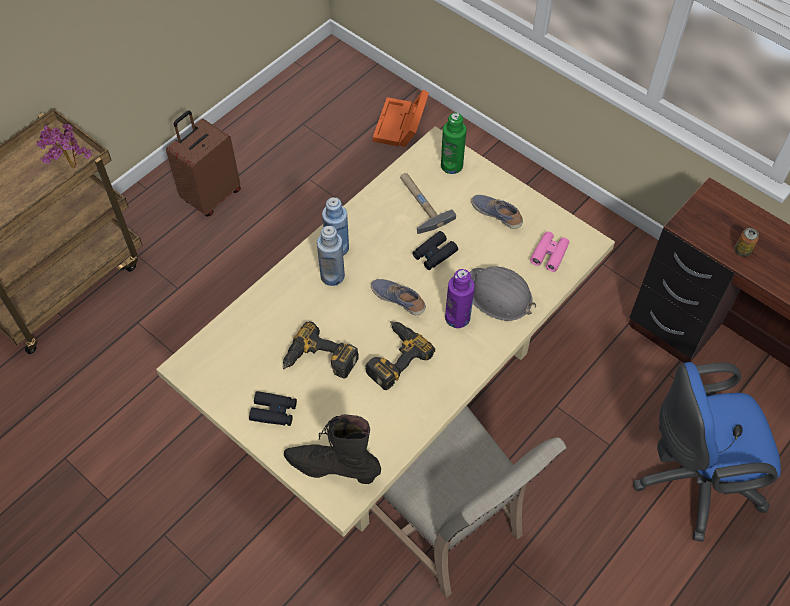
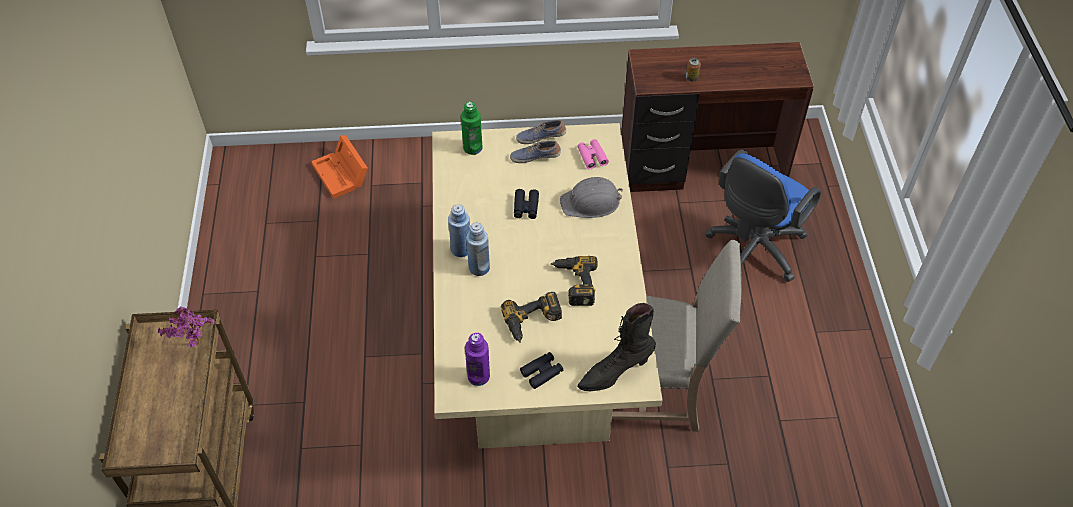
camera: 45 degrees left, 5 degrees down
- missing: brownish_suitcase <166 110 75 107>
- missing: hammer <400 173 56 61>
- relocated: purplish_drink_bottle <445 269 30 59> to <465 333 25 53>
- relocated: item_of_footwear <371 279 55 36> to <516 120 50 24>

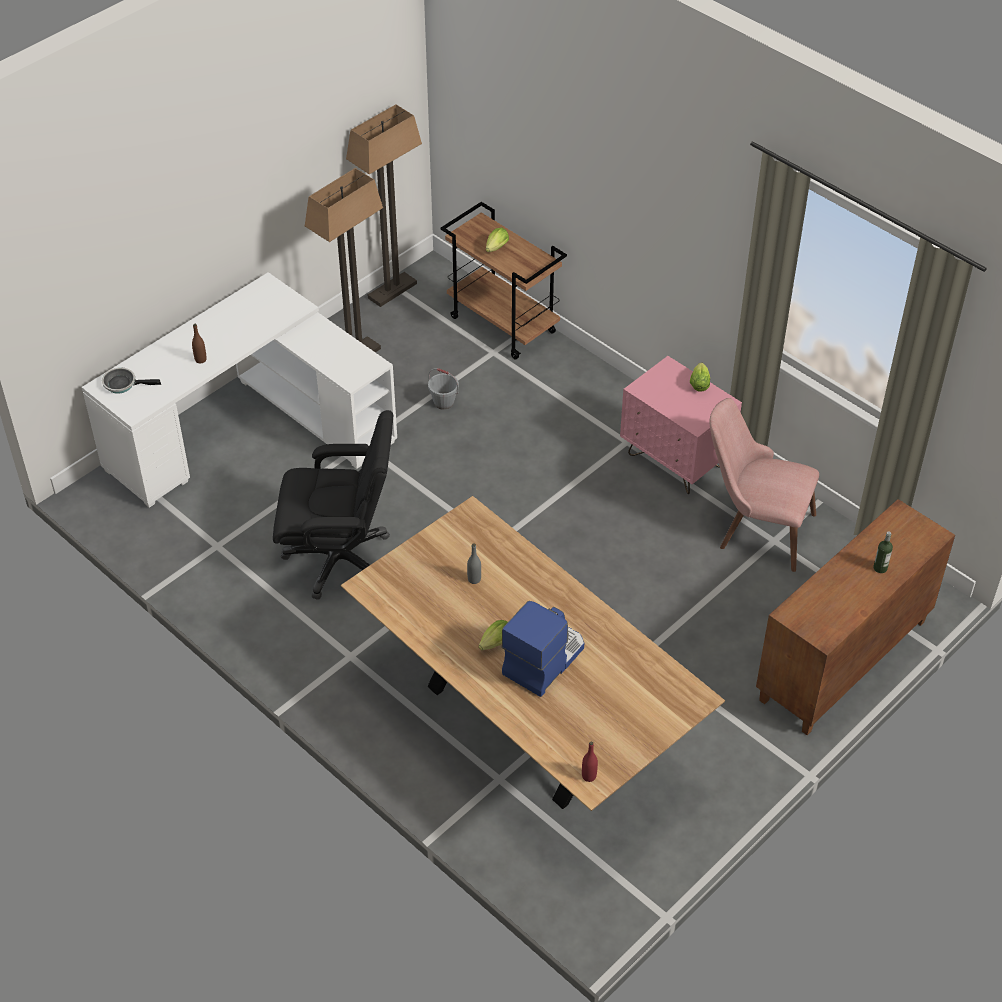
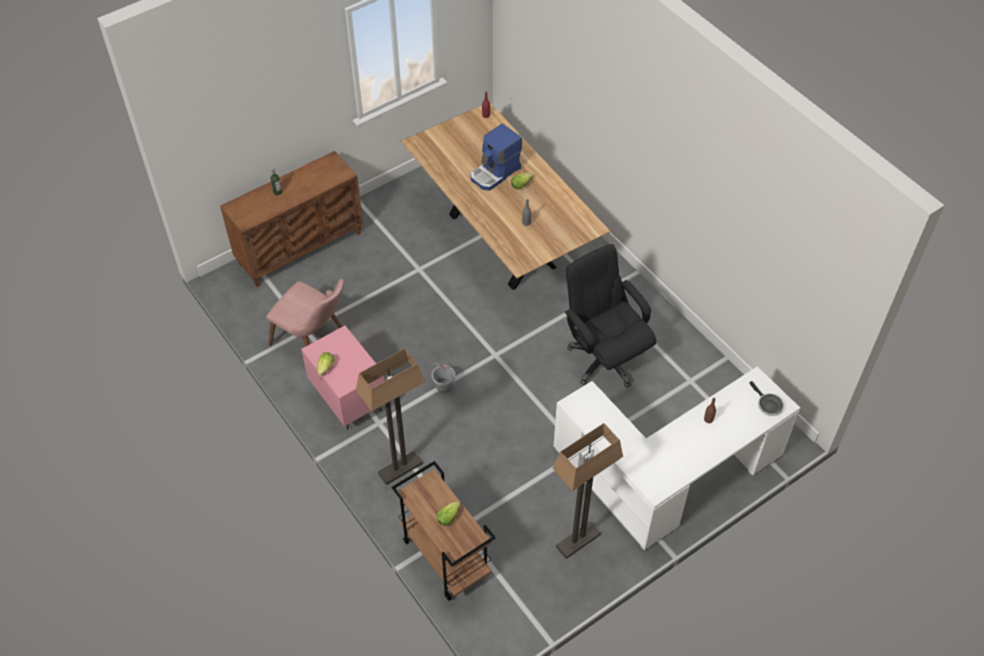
camera: 170 degrees left, 5 degrees up
- relocated: standing_lamp <346 104 76 203> to <356 348 69 137>
- spun: frying_pan <102 367 59 27> = <749 381 35 35> 45 degrees clockwise
- relocated: grey_bucket <428 368 31 42> to <432 363 23 29>
- spun: black_computer_chair <273 410 120 190> = <565 244 91 144> 45 degrees clockwise

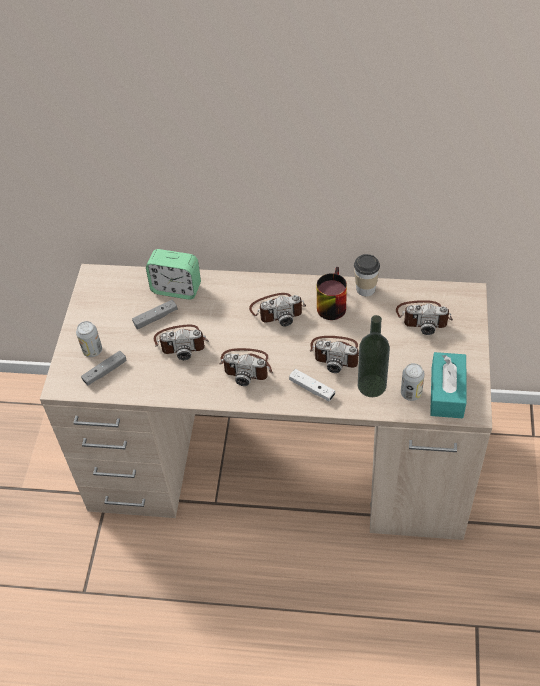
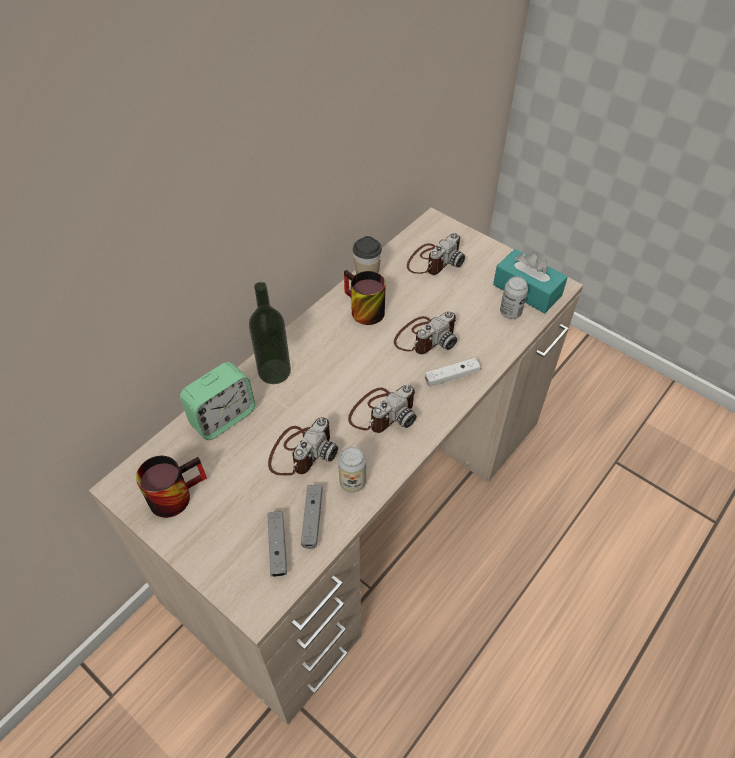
camera: 60 degrees left, 0 degrees up
- missing: still_camera <249 293 57 33>
- relocated: grey_game_controller <132 300 46 29> to <301 485 22 64>
- relocated: drink_bottle <358 315 32 82> to <249 282 42 102>
- relocated: sealed_can <76 321 26 36> to <338 447 28 45>
- appeared: tea_mug <136 456 71 62>

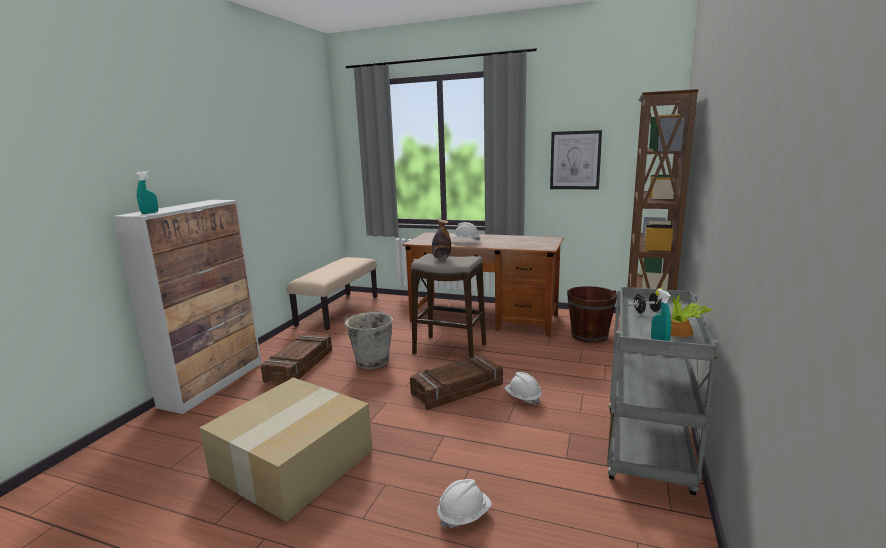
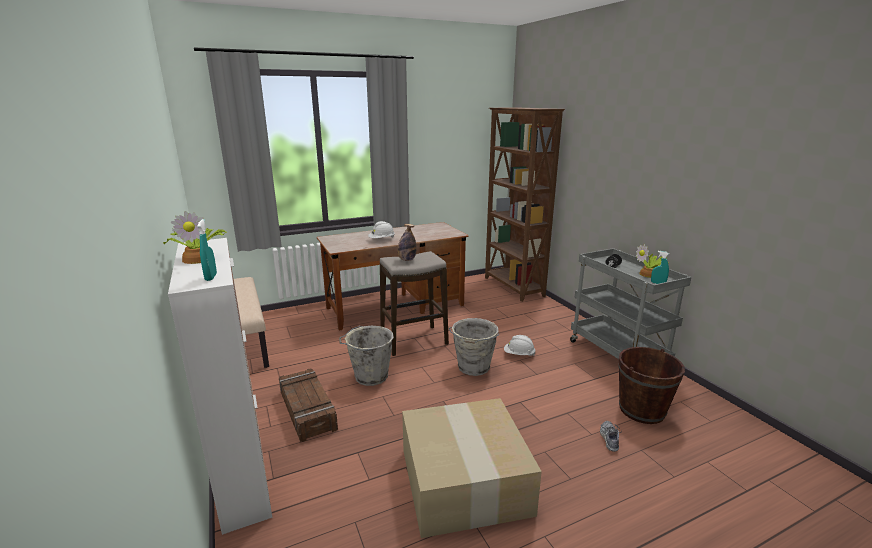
camera: 45 degrees left, 5 degrees up
- missing: wall_art <550 130 52 59>
- relocated: brownish_bucket <567 286 50 57> to <619 347 66 77>
- exchanged: crate <410 355 93 55> to grey_bucket <449 318 50 58>
- exchanged: white_safety_helmet <437 479 55 51> to item_of_footwear <600 421 22 31>
- appeared: plant_in_a_pot <163 211 64 53>

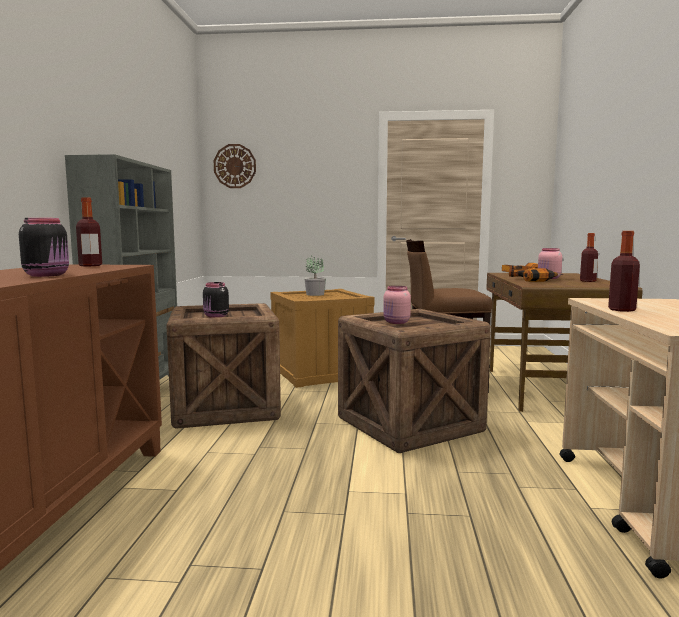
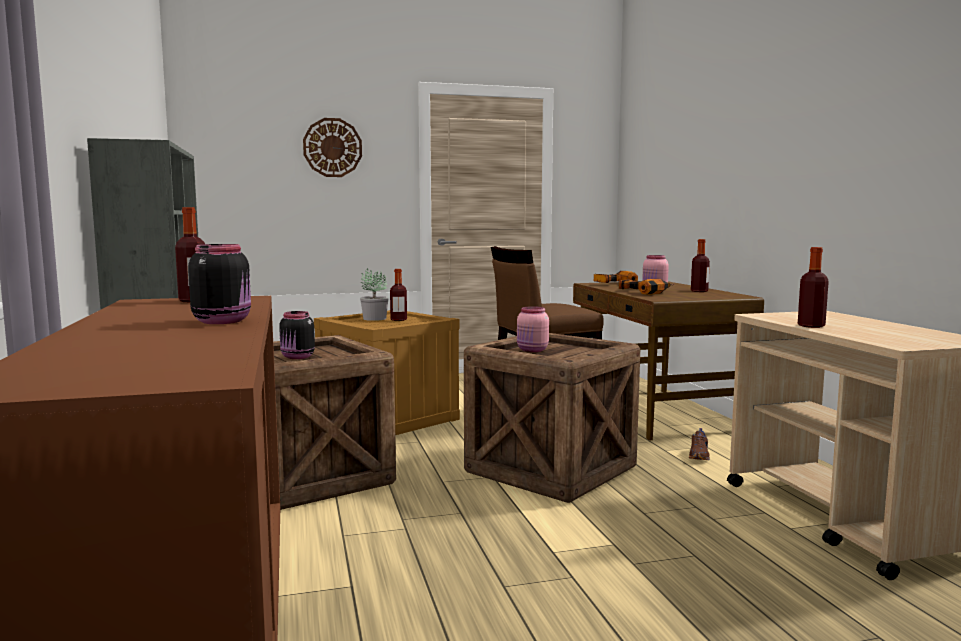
camera: 20 degrees left, 0 degrees up
- relocated: clock_on_the_wall <214 144 42 44> to <303 118 59 59>
- appeared: drink_bottle <390 269 17 52>
- appeared: brownish_item_of_footwear <689 428 21 32>

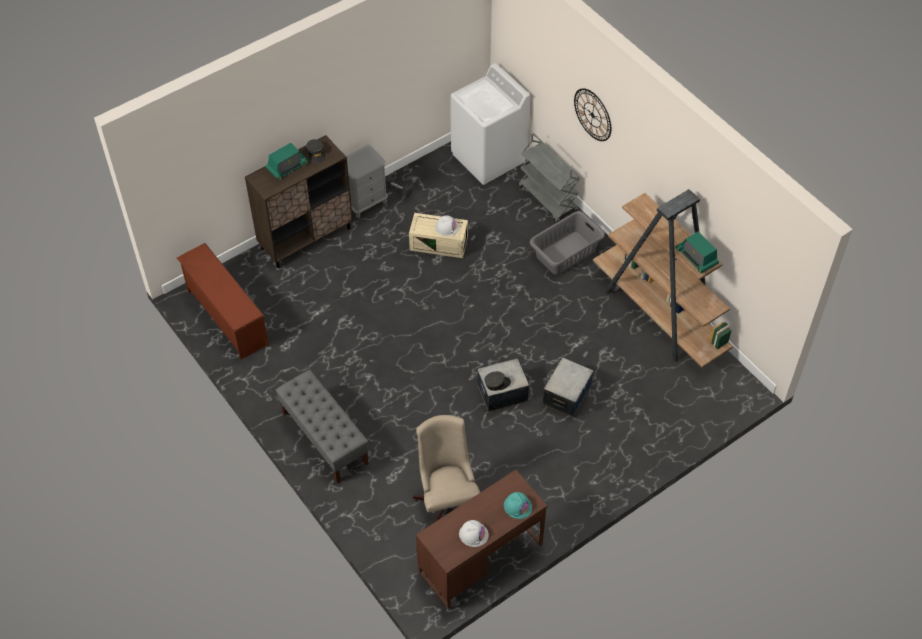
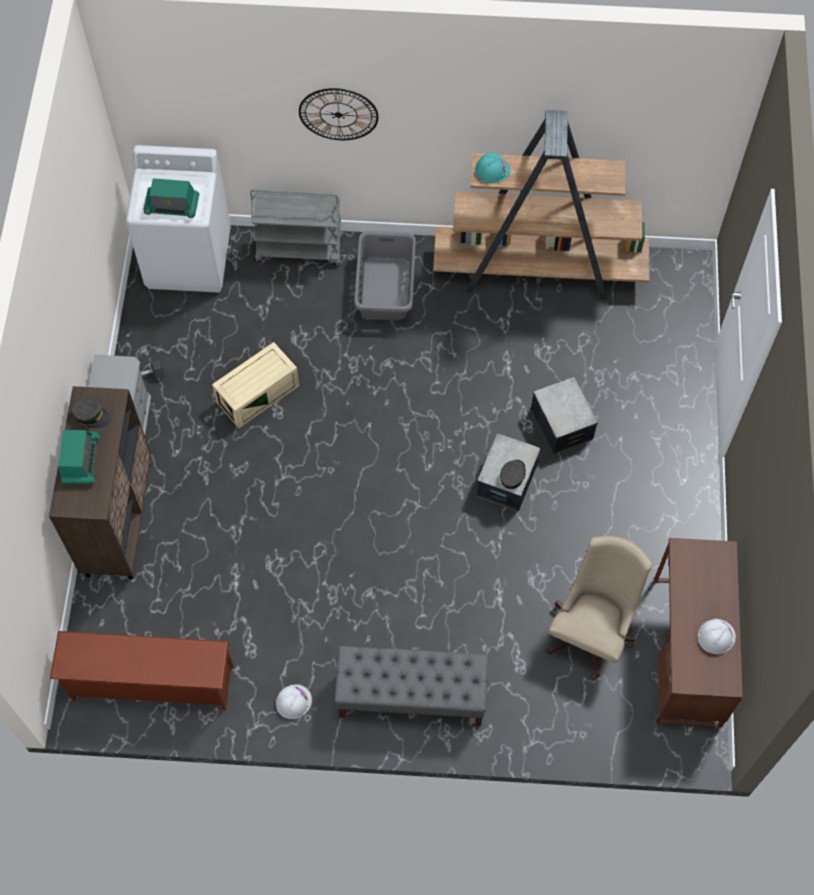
camera: 50 degrees left, 10 degrees up
- relocated: white_safety_helmet <435 215 25 21> to <276 685 36 34>
- relocated: radio <676 232 43 41> to <143 178 56 40>
- spun: beige_computer_chair <413 415 67 107> = <546 536 106 144> 90 degrees clockwise
- relocated: turquoise-coloured_safety_helmet <504 492 28 27> to <475 153 35 30>

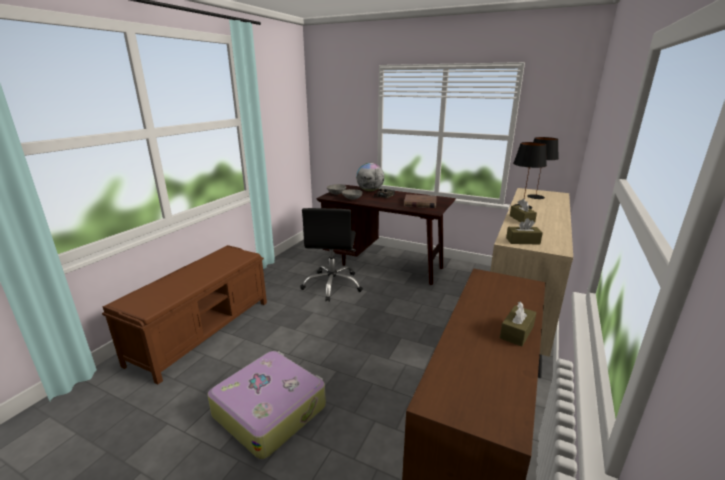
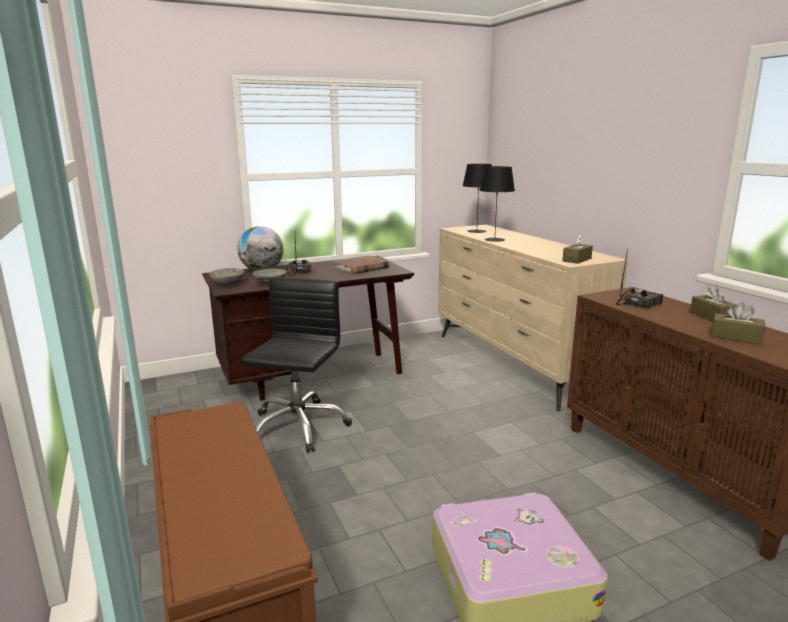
camera: 50 degrees left, 5 degrees down
- relocated: brownish_tissue_holder <510 199 27 23> to <711 302 54 42>
- spun: black_computer_chair <300 208 63 94> = <241 277 111 176> 120 degrees counterclockwise
- appeared: radio <616 249 47 60>

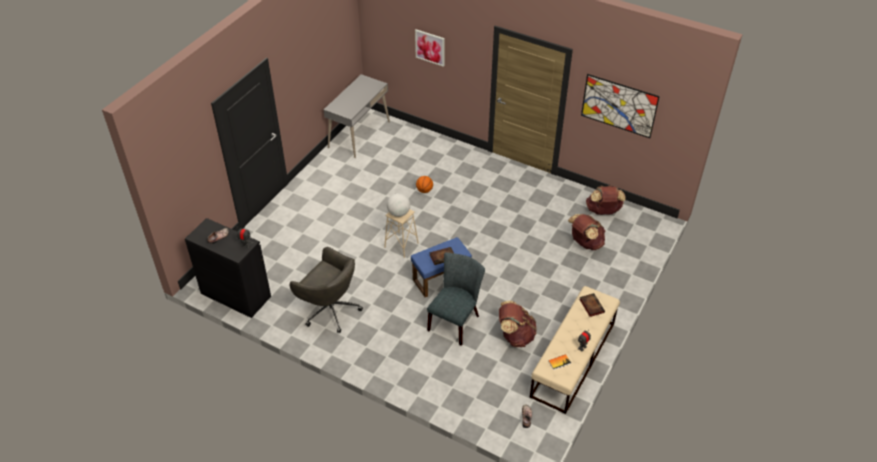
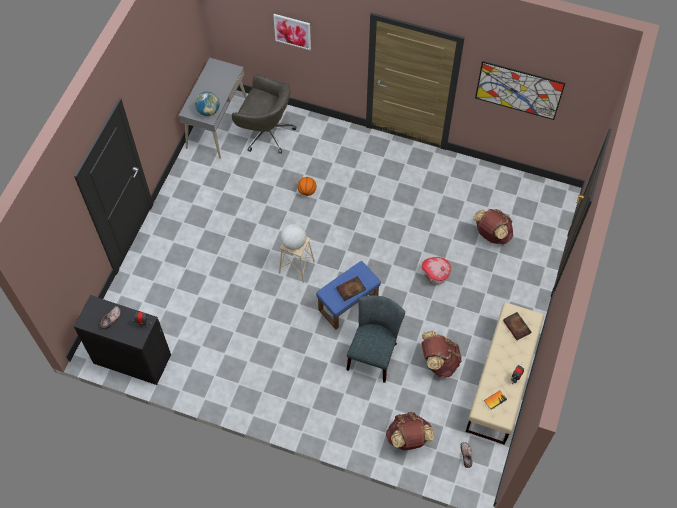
camera: 10 degrees left, 15 degrees up
- relocated: brownish_rucksack <586 185 40 30> to <386 412 48 38>
- relocated: grey_computer_chair <289 247 74 86> to <232 74 64 80>
- appeared: world_globe <195 92 24 24>
- appeared: toy_house <422 257 29 28>

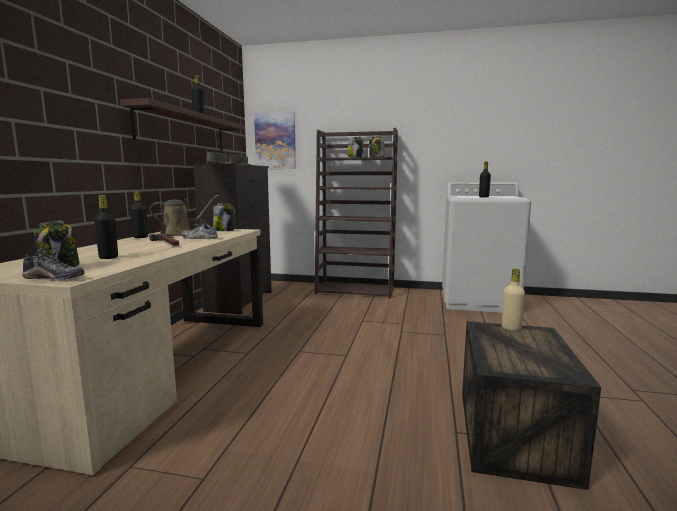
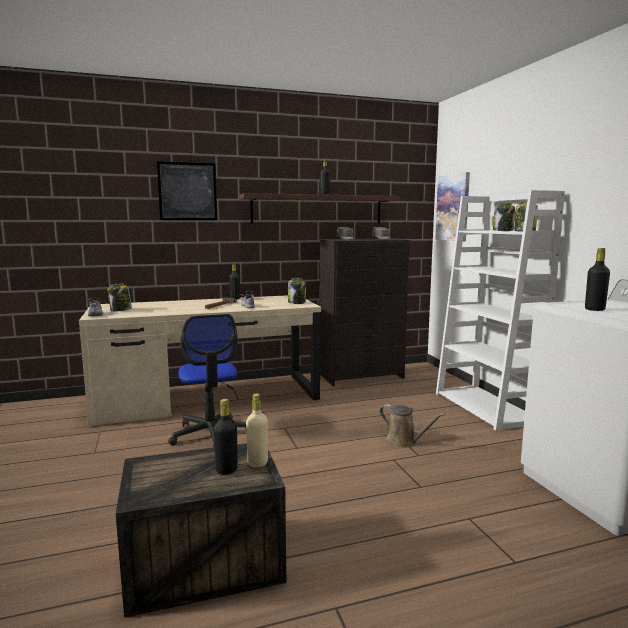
camera: 60 degrees right, 0 degrees up
- colour: brownish_shelving_unit <315 128 83 170> to white_shelving_unit <436 190 129 241>
- relocated: black_drink_bottle <94 195 24 64> to <214 399 24 76>
- relocated: brownish_watering_pot <150 195 69 41> to <380 404 65 44>
- appeared: wall_art <157 161 60 59>
- appeared: computer_chair <168 314 78 133>

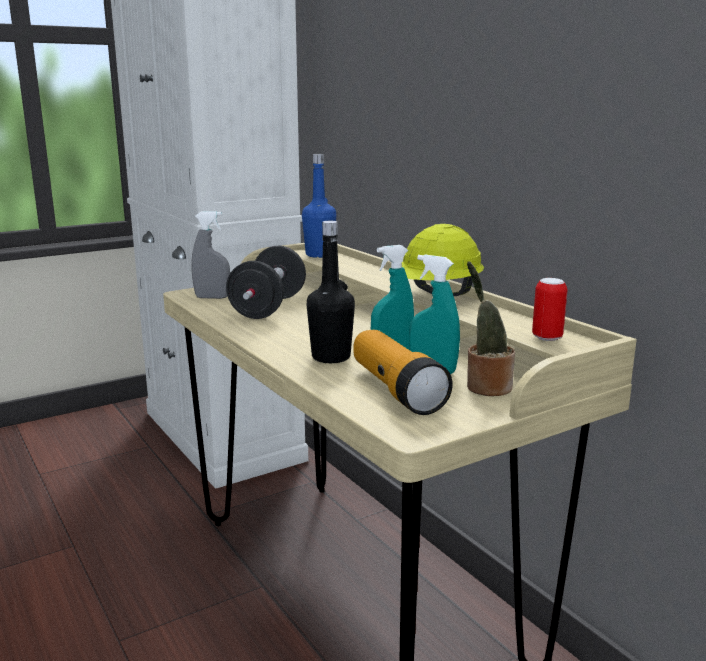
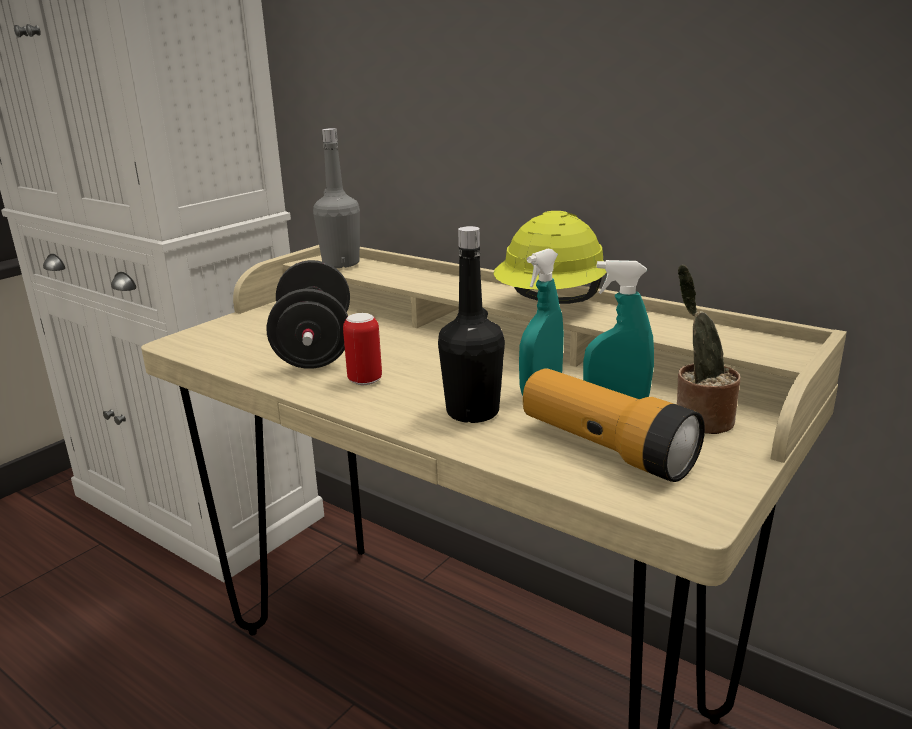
camera: 20 degrees left, 5 degrees up
- colour: blue-coloured_drink_bottle <302 154 34 104> to grey_drink_bottle <313 128 47 140>
- missing: grey_hand_sprayer <192 211 38 88>
- relocated: sealed_can <532 278 35 63> to <343 313 39 72>

